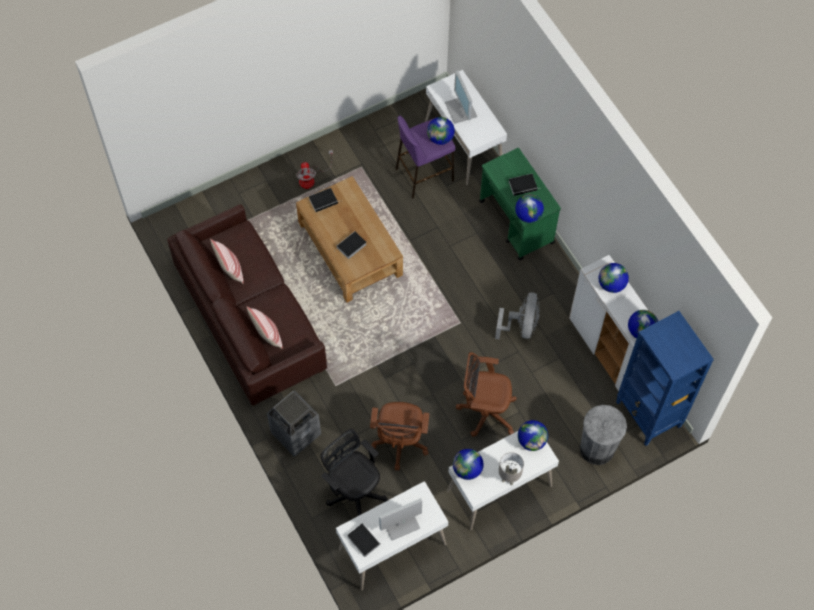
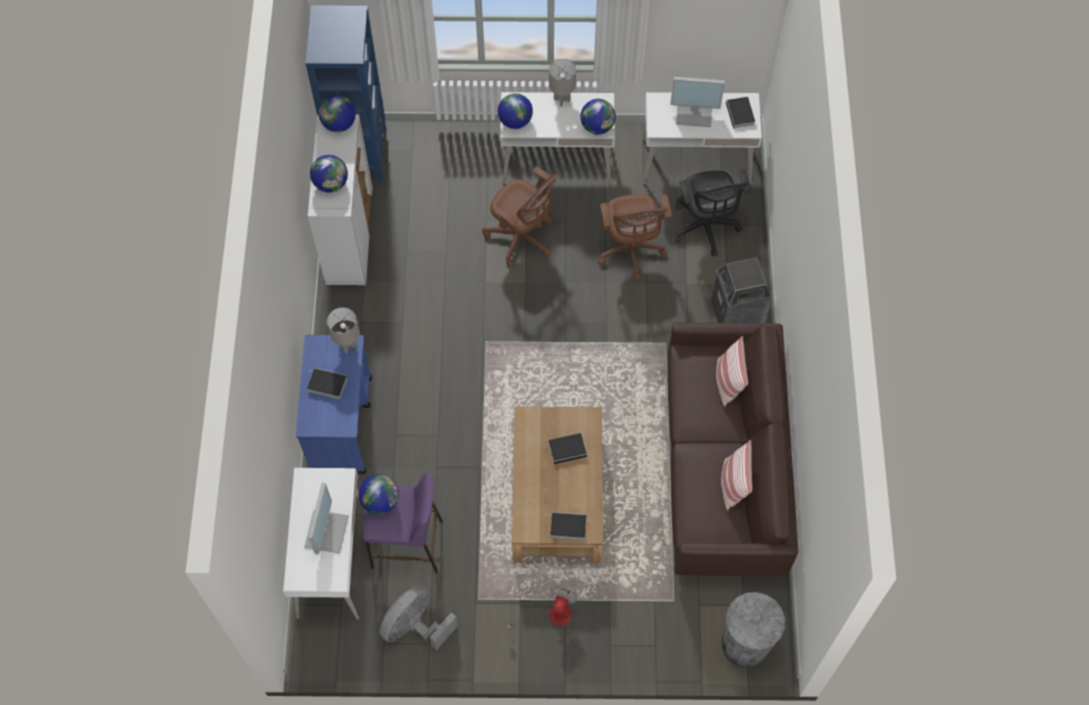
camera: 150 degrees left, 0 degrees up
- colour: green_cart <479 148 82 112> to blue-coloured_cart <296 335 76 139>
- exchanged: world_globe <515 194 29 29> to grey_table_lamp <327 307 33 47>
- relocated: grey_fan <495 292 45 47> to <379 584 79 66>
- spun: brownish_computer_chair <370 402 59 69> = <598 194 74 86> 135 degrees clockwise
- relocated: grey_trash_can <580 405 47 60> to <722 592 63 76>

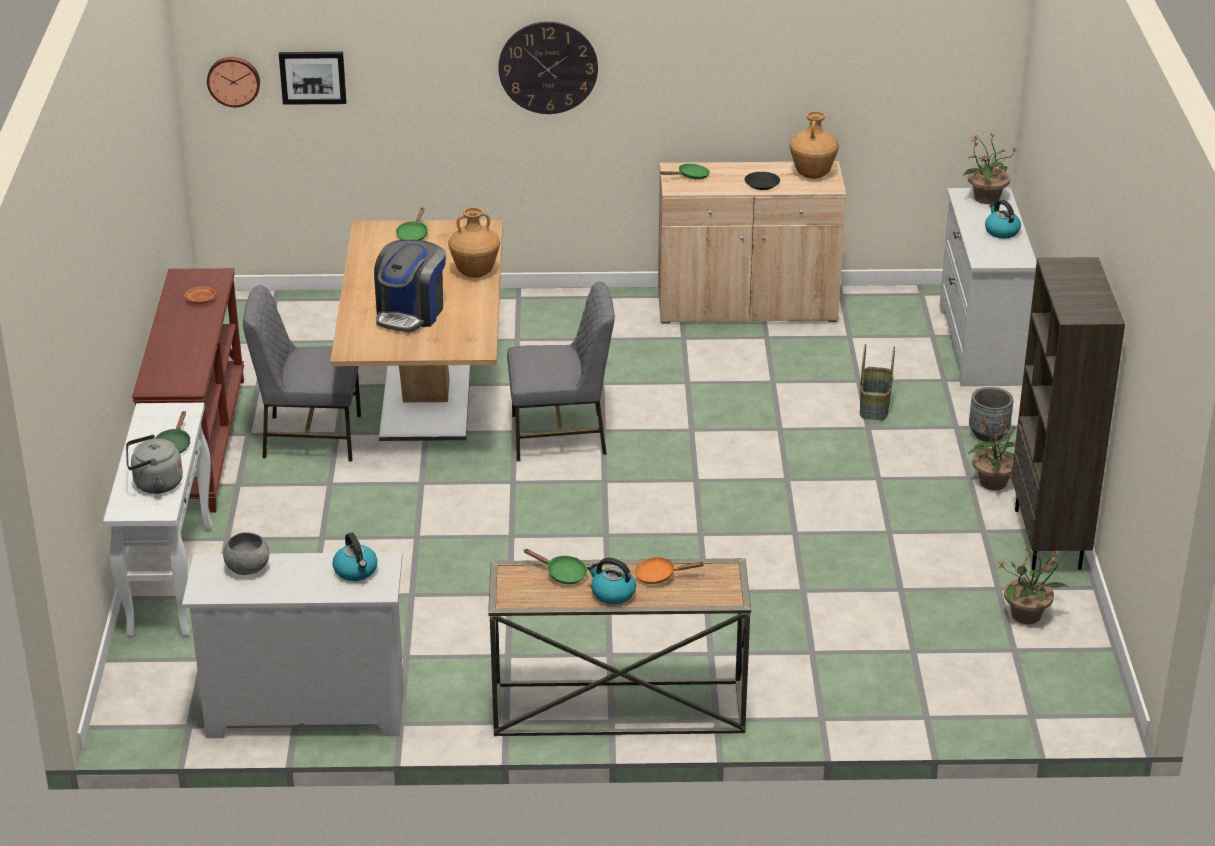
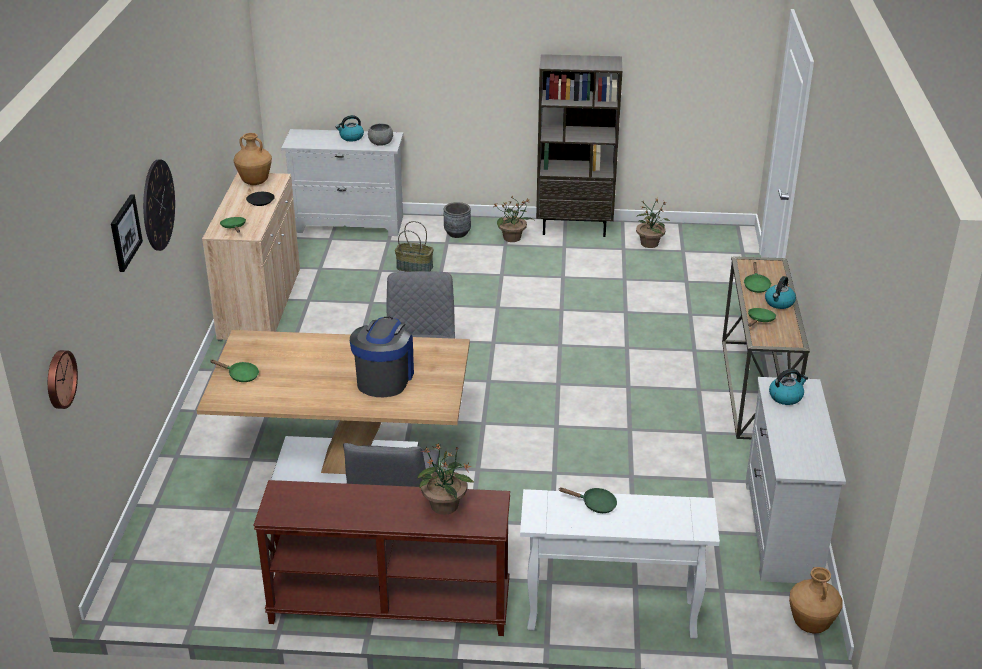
camera: 85 degrees left, 0 degrees up
- relocated: wall_art <279 52 68 53> to <111 194 32 78>
- relocated: plant_in_a_pot <963 133 54 71> to <417 443 58 72>
- relocated: brownish_flower_vase <448 207 52 71> to <789 567 54 67>
- spun: coffee_brewer <374 240 72 93> = <350 317 64 80> 105 degrees counterclockwise
- missing: brownish_plate <185 286 31 17>
- missing: grey_tea_kettle <126 435 57 59>
- relocated: grey_deep_dish <223 532 46 43> to <368 124 25 22>
- colour: orange-coloured_frying_pan <635 557 70 27> to green_frying_pan <744 262 27 31>

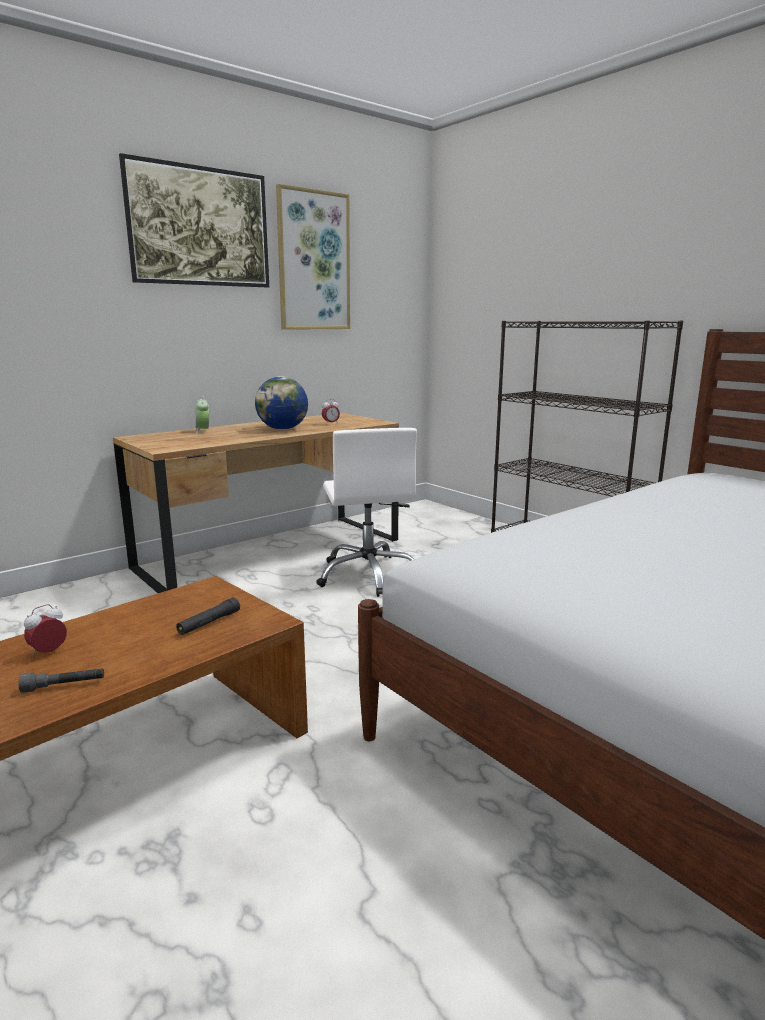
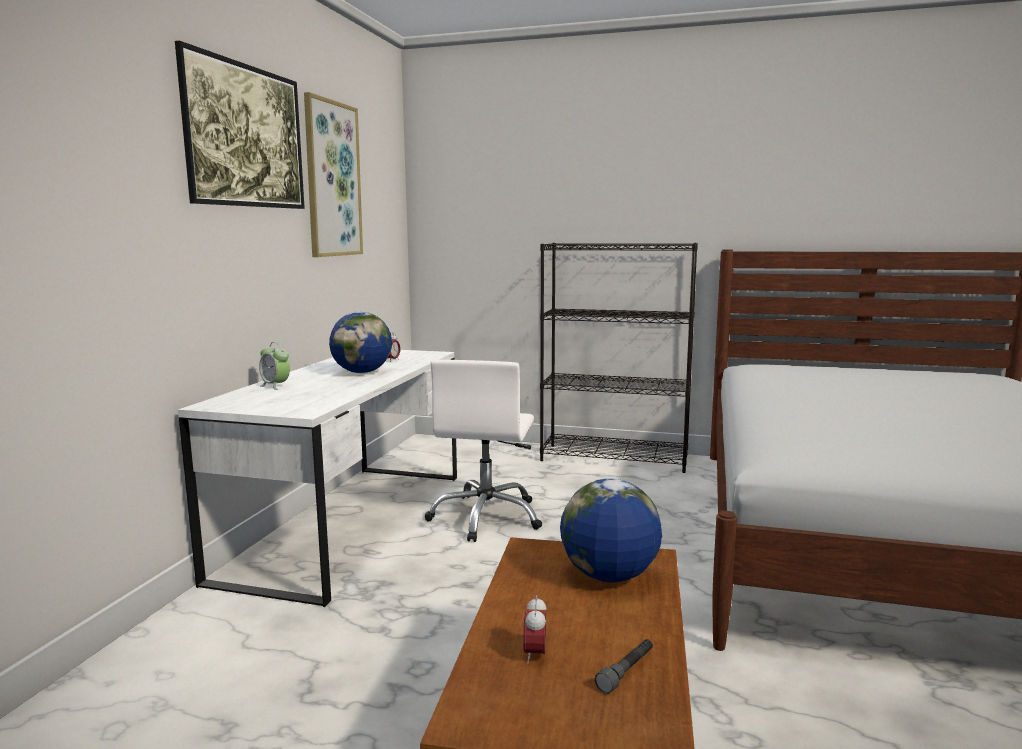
camera: 35 degrees left, 5 degrees down
- colour: brownish_desk_unit <113 413 286 180> to white_desk_unit <178 350 279 257>
- spun: white_computer_chair <316 428 101 169> = <425 360 117 182> 60 degrees clockwise
- exchanged: black_torch <176 597 64 38> to world_globe <560 479 102 103>

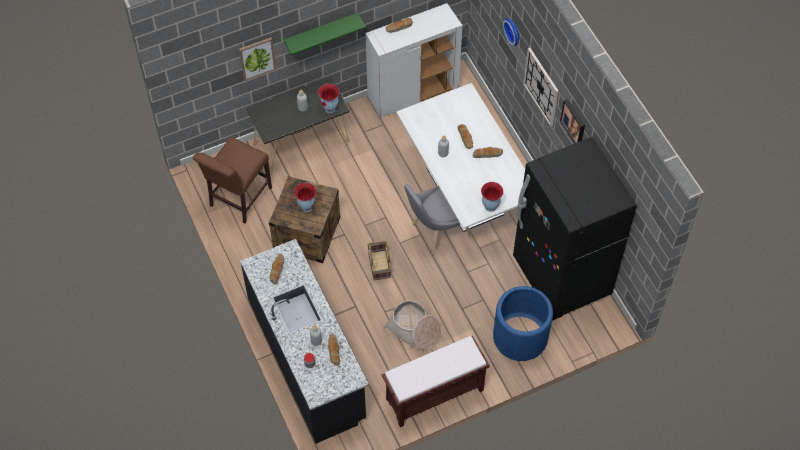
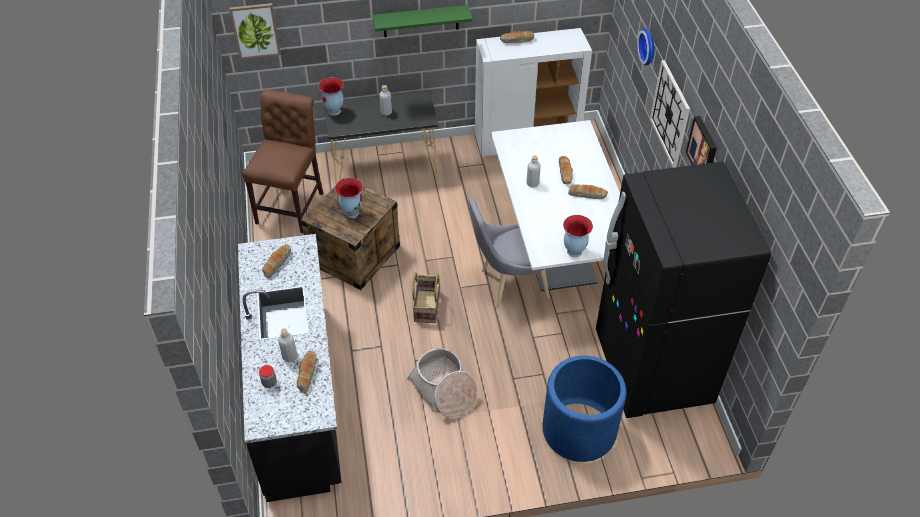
camera: 15 degrees right, 10 degrees down
- relocated: wall_art <239 37 37 44> to <229 3 52 56>
- relocated: flower_vase <318 84 22 29> to <319 77 25 39>
- spun: brownish_upright_chair <193 136 79 87> = <243 89 80 144> 150 degrees clockwise
- missing: brownish_long_seat <381 336 109 91>

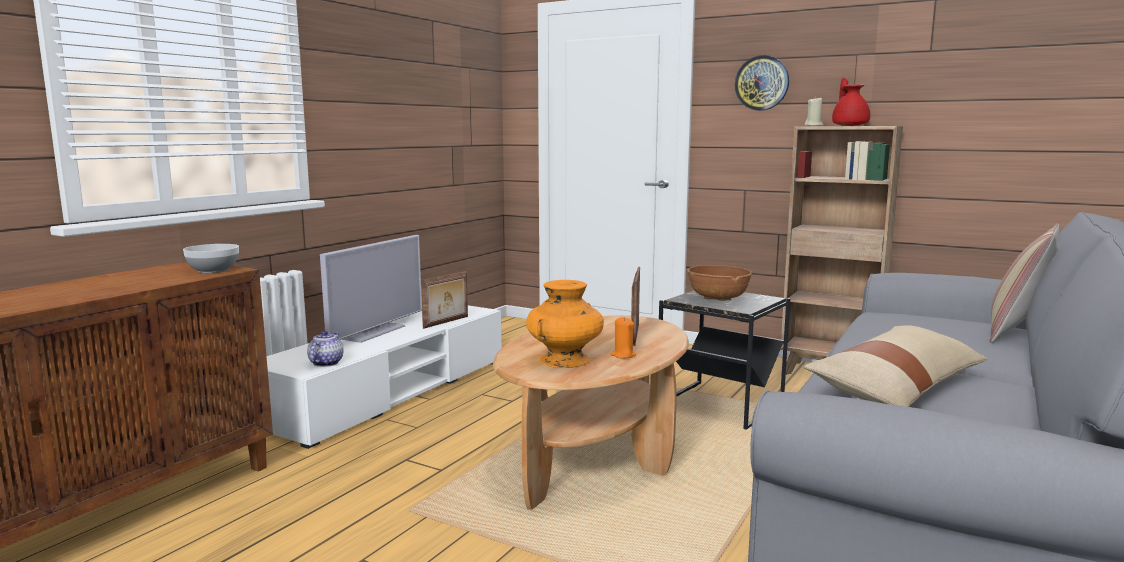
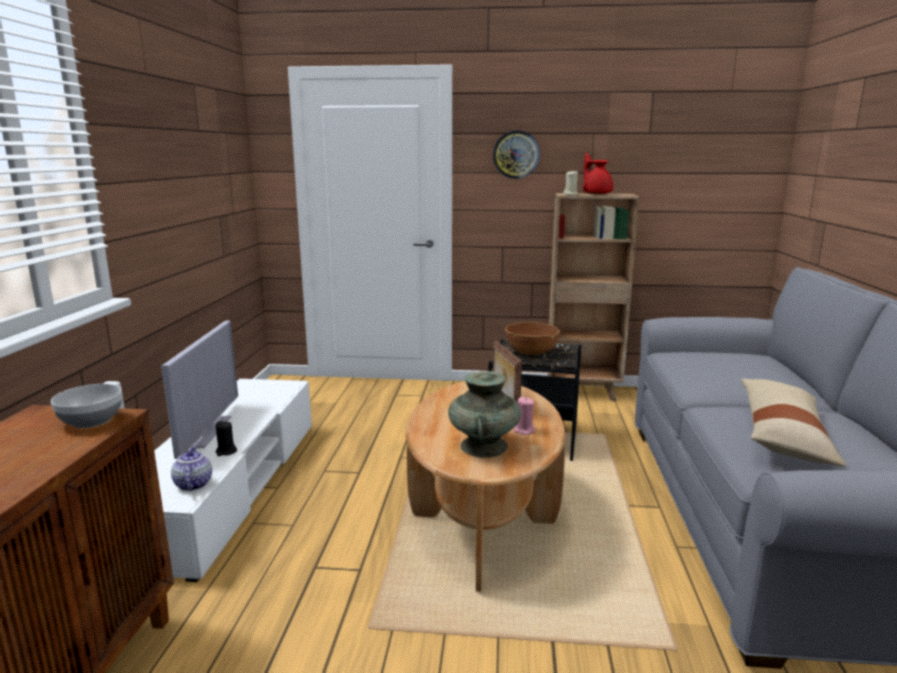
camera: 25 degrees left, 5 degrees up
- missing: throw_pillow <989 223 71 120>
- missing: standing_frame <421 271 47 58>
- colour: orange-coloured_flower_vase <526 280 78 88> to turquoise-coloured_flower_vase <448 371 73 87>
- colour: orange-coloured_wax_candle <610 317 26 42> to pinkish_wax_candle <514 397 21 38>
- appeared: black_wax_candle <216 421 21 35>

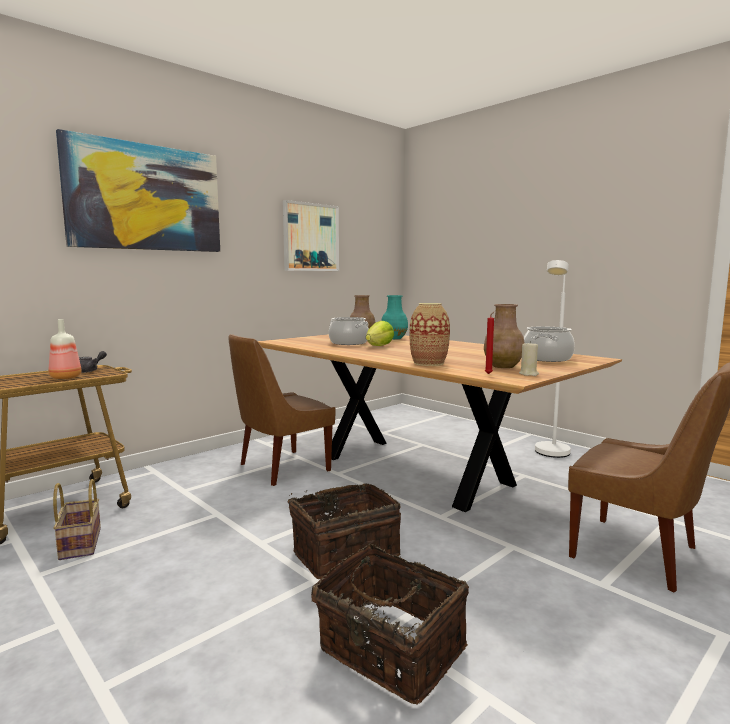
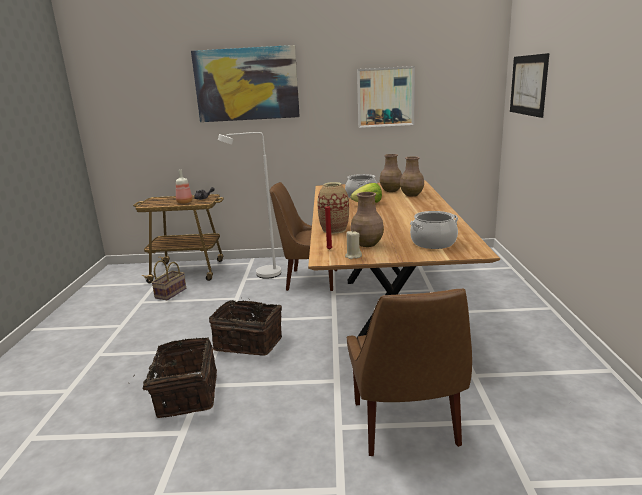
camera: 45 degrees right, 10 degrees up
- relocated: white_standing_lamp <535 260 36 198> to <218 132 63 147>
- colour: turquoise-coloured_flower_vase <381 295 27 44> to brownish_flower_vase <400 156 24 40>
- appeared: wall_art <510 53 39 65>

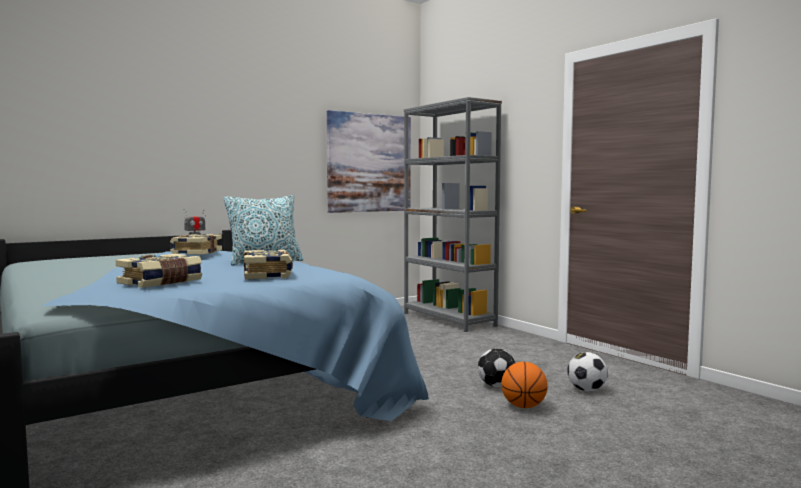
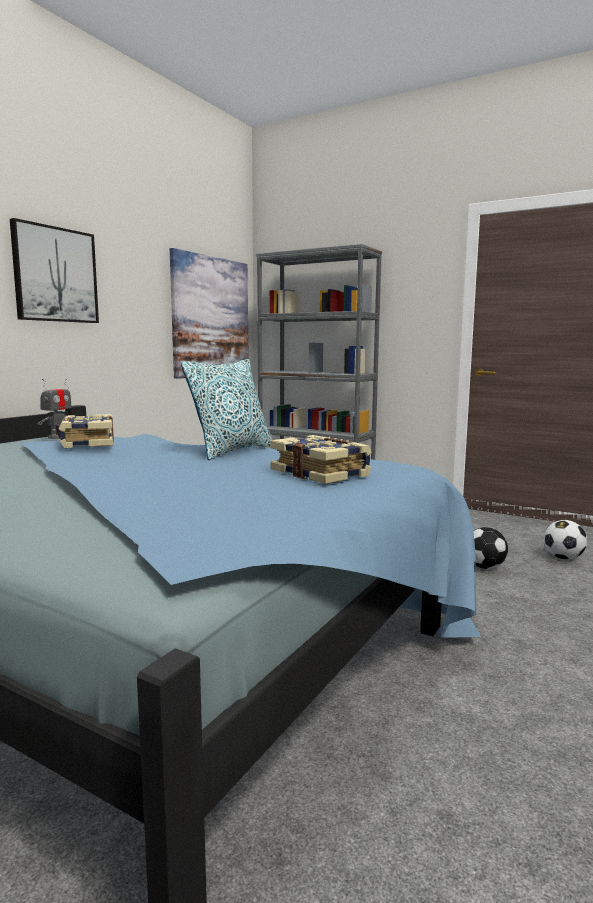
camera: 25 degrees left, 5 degrees up
- missing: bound_book <116 254 86 34>
- missing: basketball <501 362 47 46>
- appeared: wall_art <10 218 89 105>

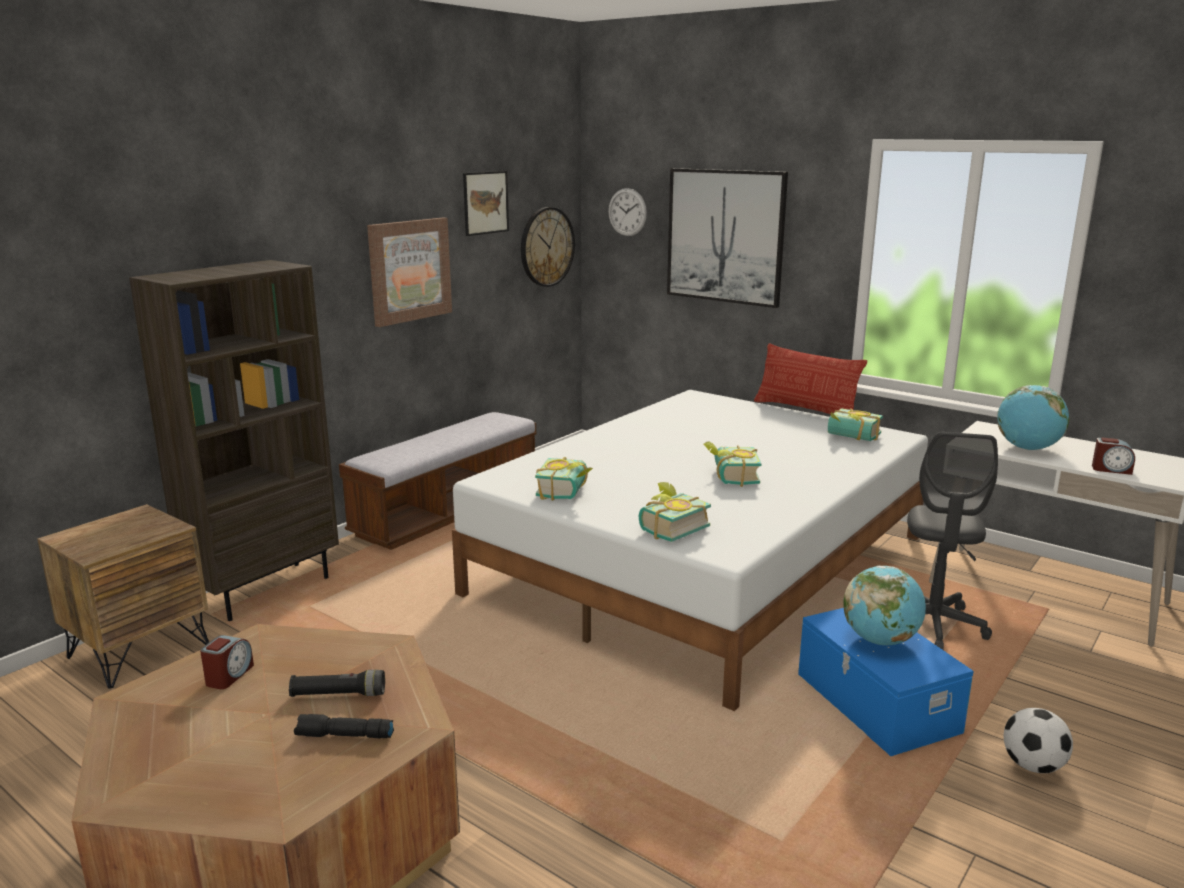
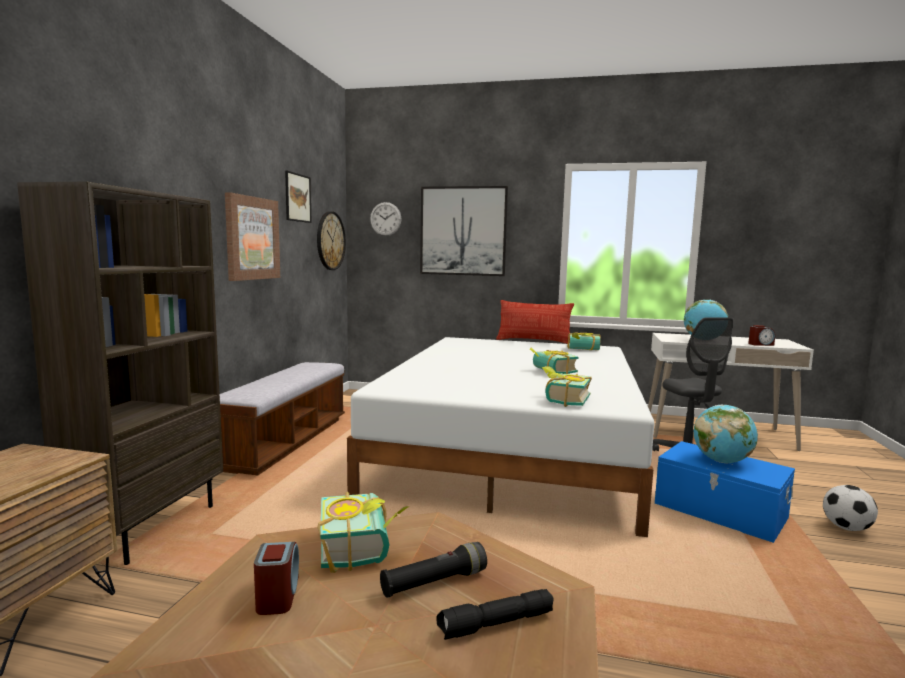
camera: 25 degrees left, 10 degrees down
- relocated: bound_book <535 457 58 44> to <317 492 92 81>

